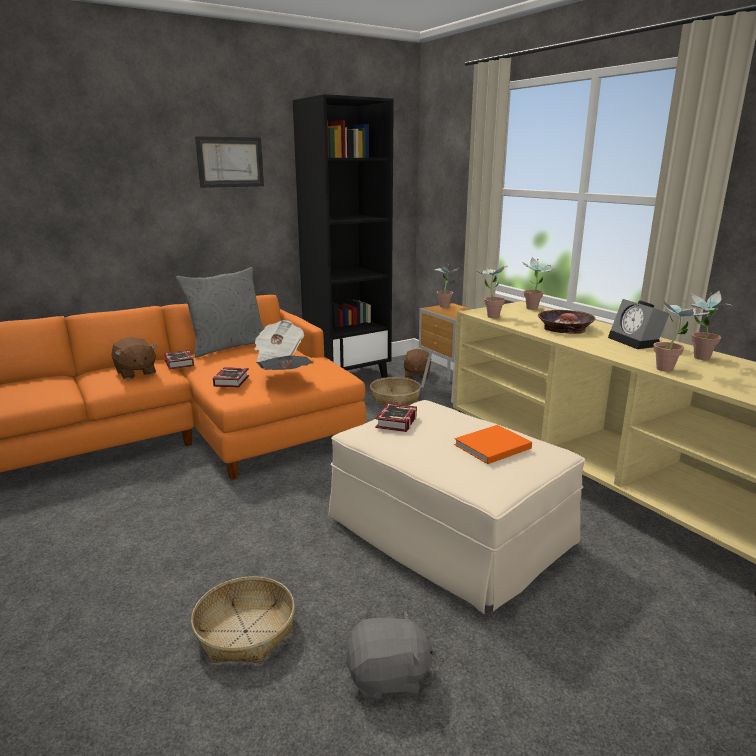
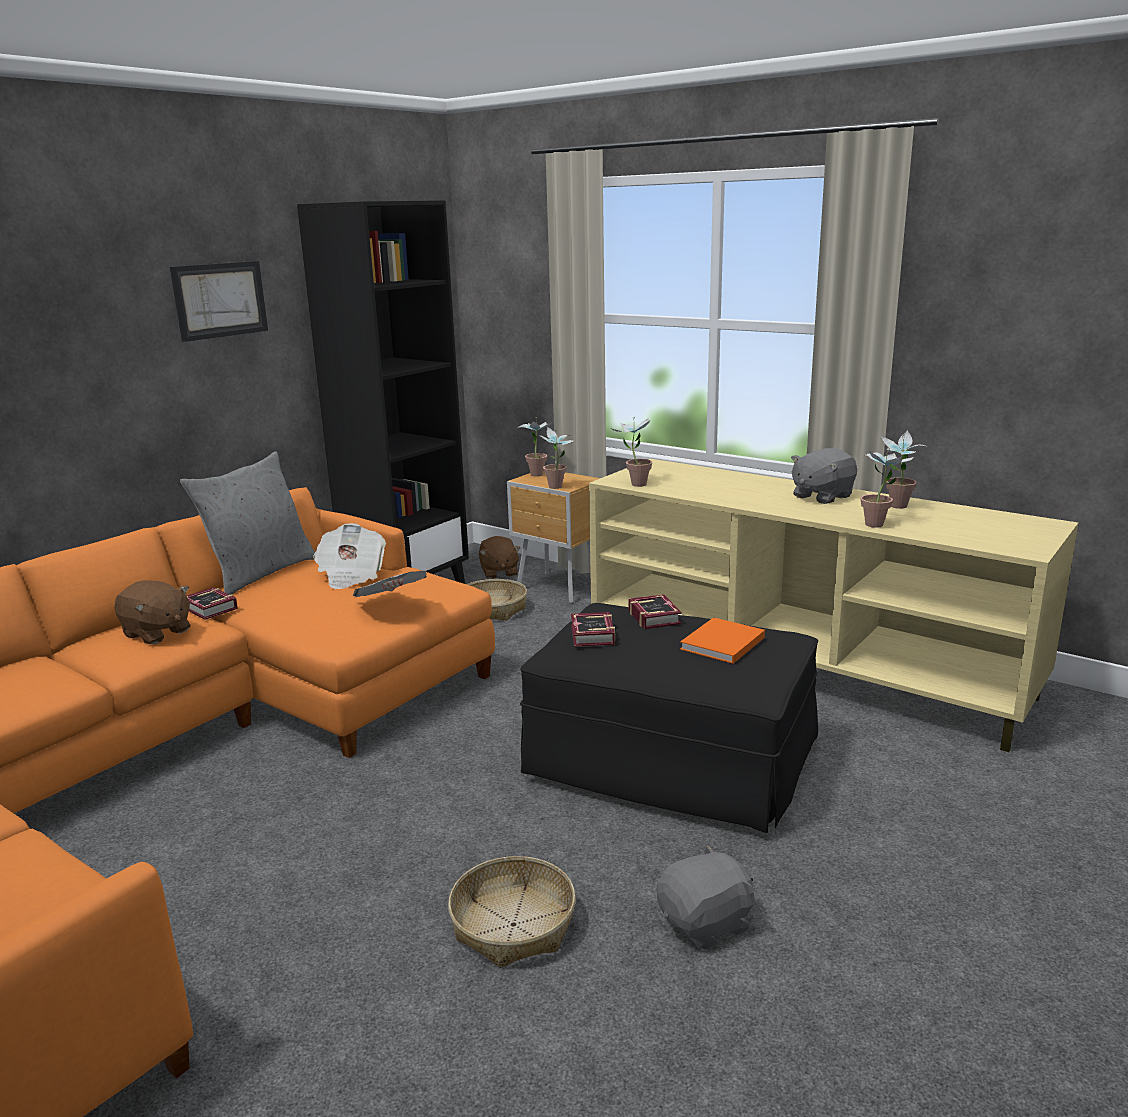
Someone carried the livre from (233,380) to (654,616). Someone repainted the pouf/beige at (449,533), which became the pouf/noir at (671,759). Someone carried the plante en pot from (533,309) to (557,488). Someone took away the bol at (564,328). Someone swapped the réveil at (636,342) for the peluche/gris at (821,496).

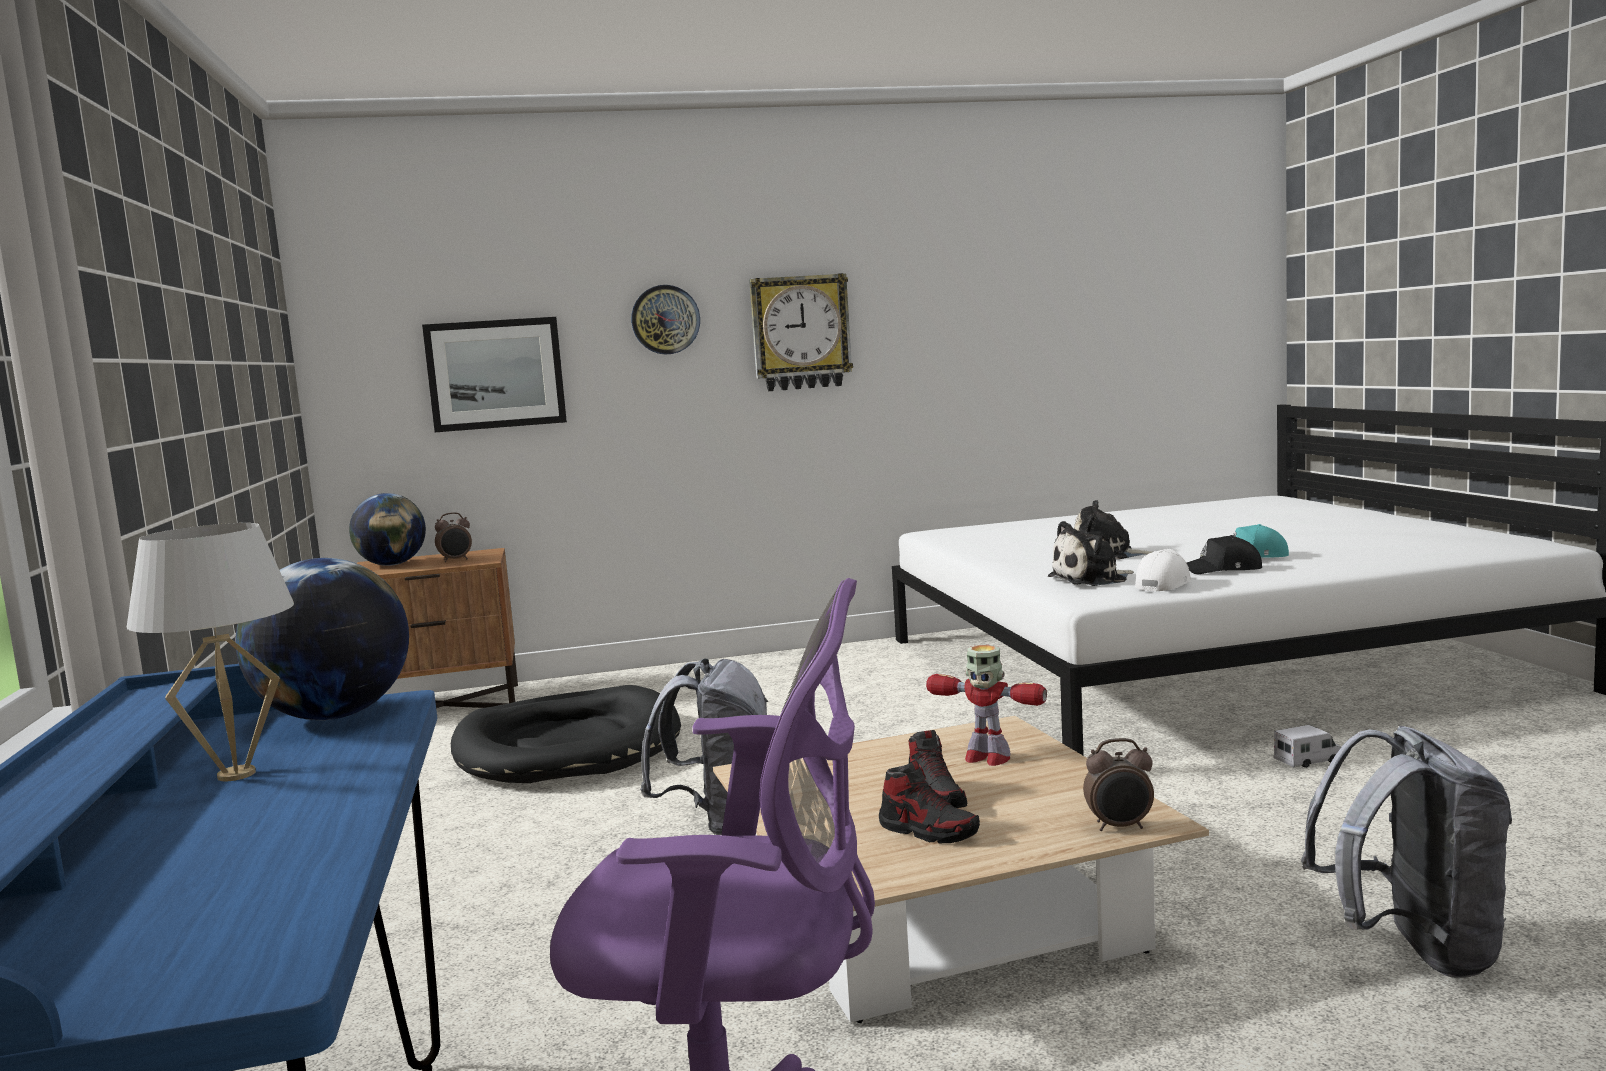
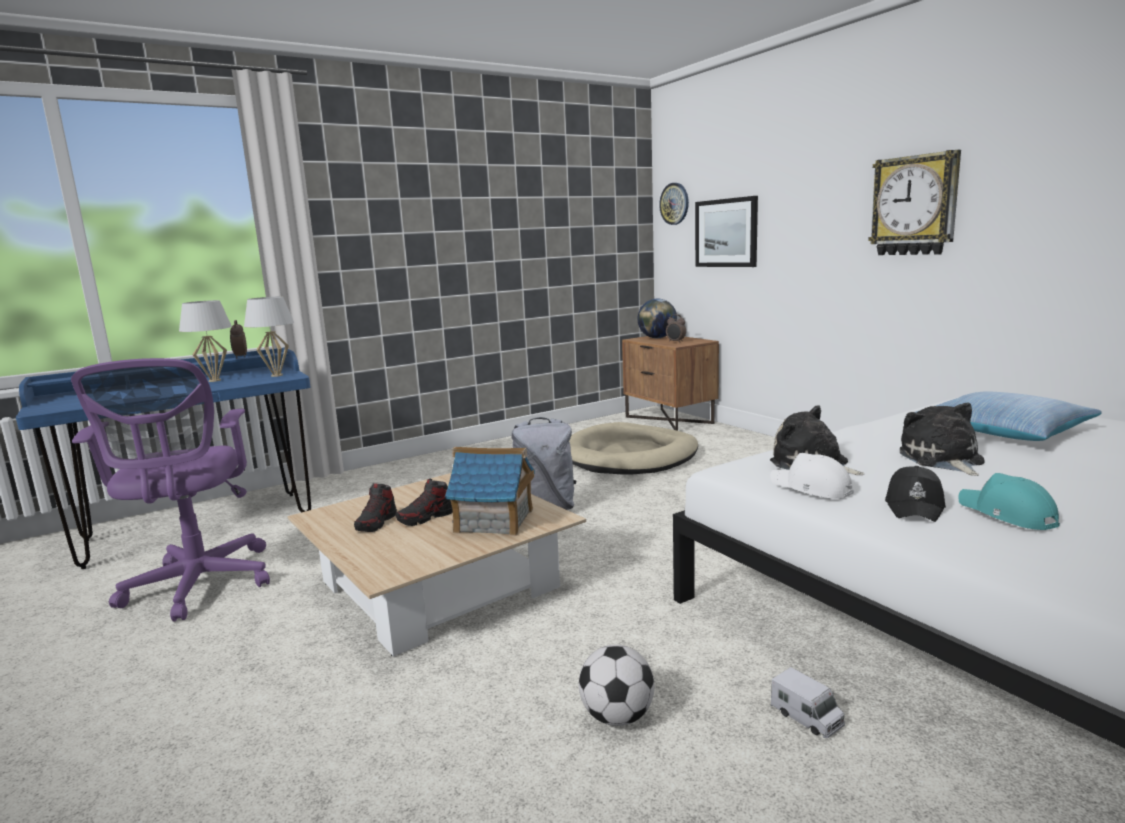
Someone swapped the globe at (334,716) for the lampe de table/blanc at (277,375). Someone repainted the panier pour chien/noir at (567,746), which became the panier pour chien/beige at (629,456). Someone carried the horloge murale from (665,319) to (674,203). Someone swapped the robot jouet at (986,758) for the maison miniature at (494,521). Someone carried the réveil from (1120,827) to (240,357). Someone rotated the casquette/blanc at (1163,584) by 150 degrees counterclockwise. Someone rotated the casquette/noir at (1223,570) by 135 degrees counterclockwise. Someone took away the sac à dos/gris at (1412,950). Someone put down the ballon de foot at (617,717). Someone put down the coussin at (1002,431).

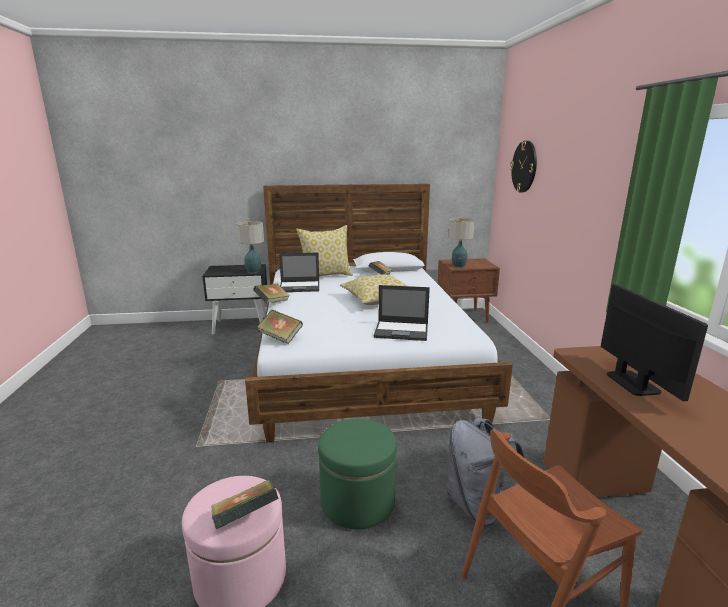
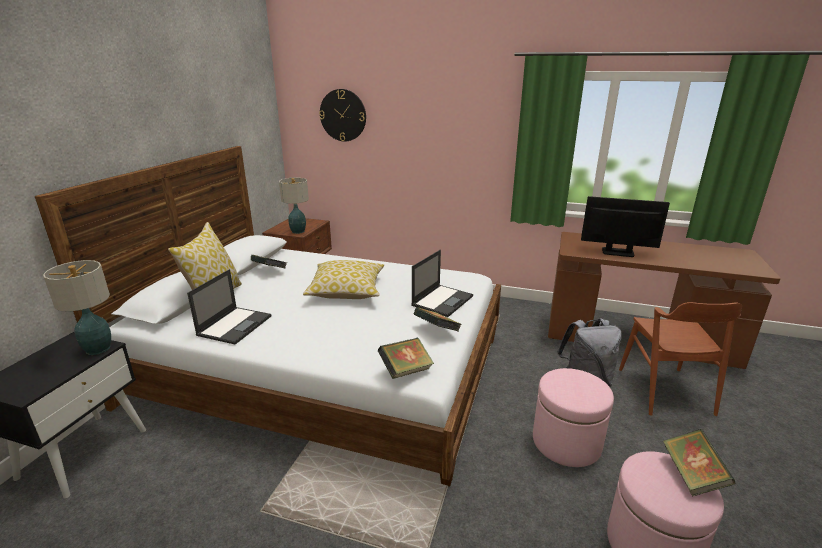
Someone carried the livre from (272,302) to (436,331). Someone repainted the pouf/vert at (357,501), which became the pouf/rose at (566,442).

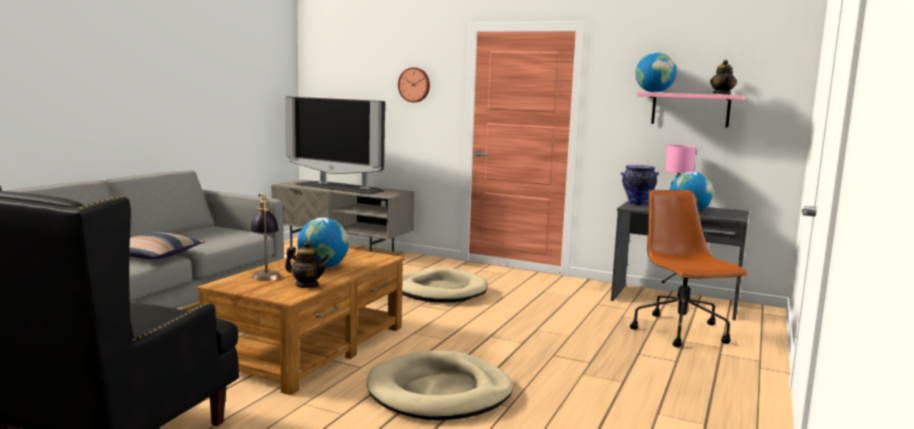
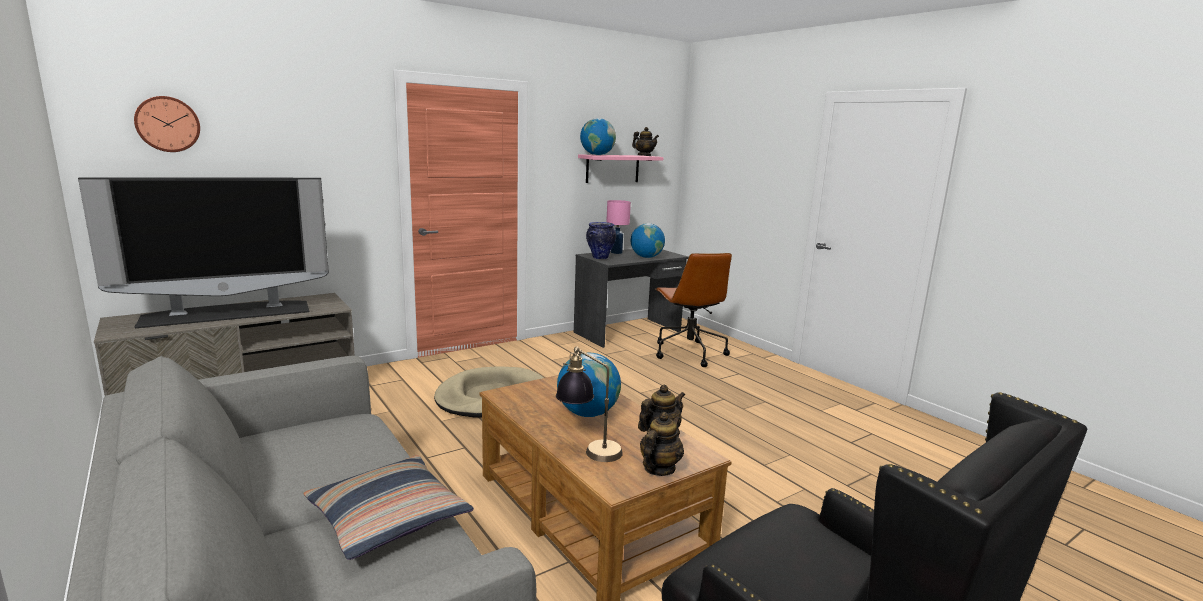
Someone took away the panier pour chien/beige at (439,392). Someone carried the horloge murale from (414,85) to (167,124). Someone rotated the chaise de bureau/marron at (681,332) by 120 degrees counterclockwise. Someone put down the théière at (659,469).

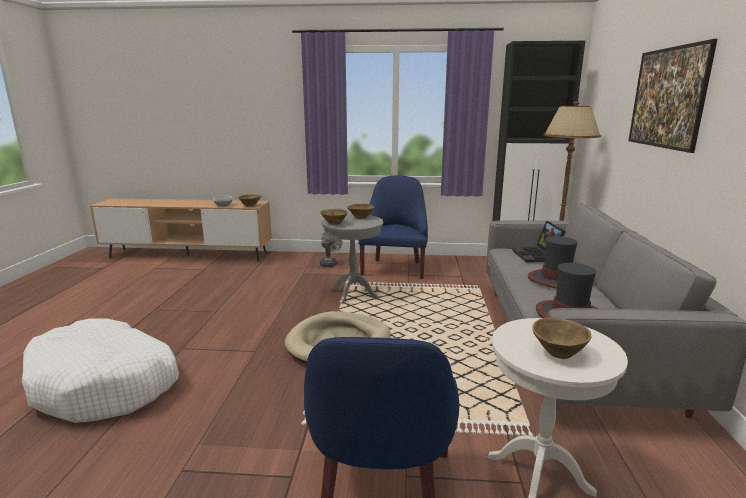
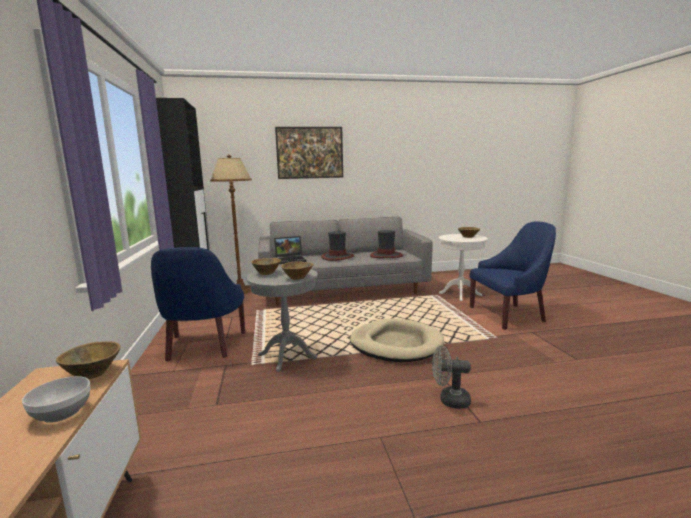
Someone took away the panier pour chien/blanc at (106,384). Someone carried the ventilateur/gris from (329,263) to (449,400). Someone rotated the fauteuil/bleu at (394,268) by 90 degrees counterclockwise.

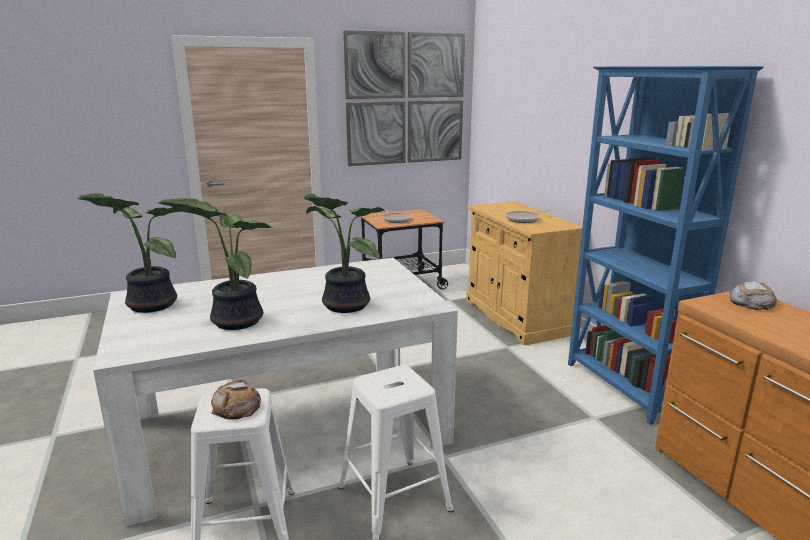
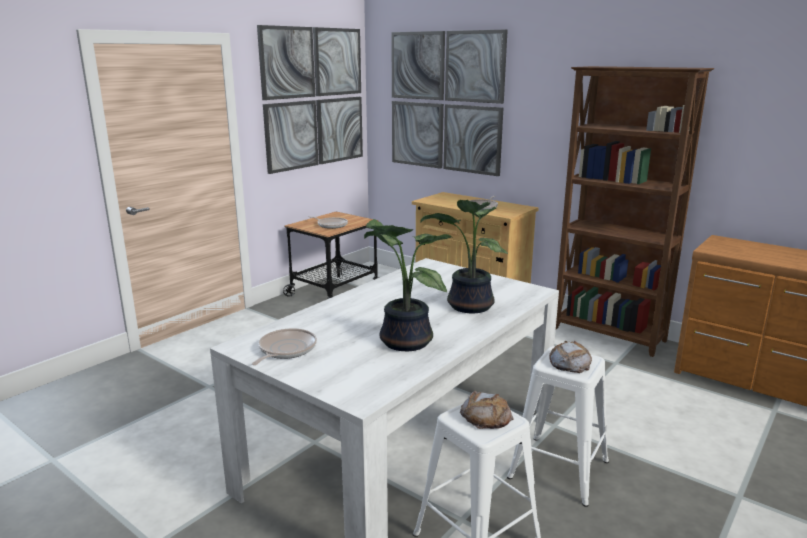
Someone swapped the plante en pot at (149,305) for the poêle at (285,350). Someone repainted the bibliothèque/bleu at (624,388), which became the bibliothèque/marron at (609,335). Someone carried the pain from (751,302) to (569,362). Someone put up the tableau at (445,102).

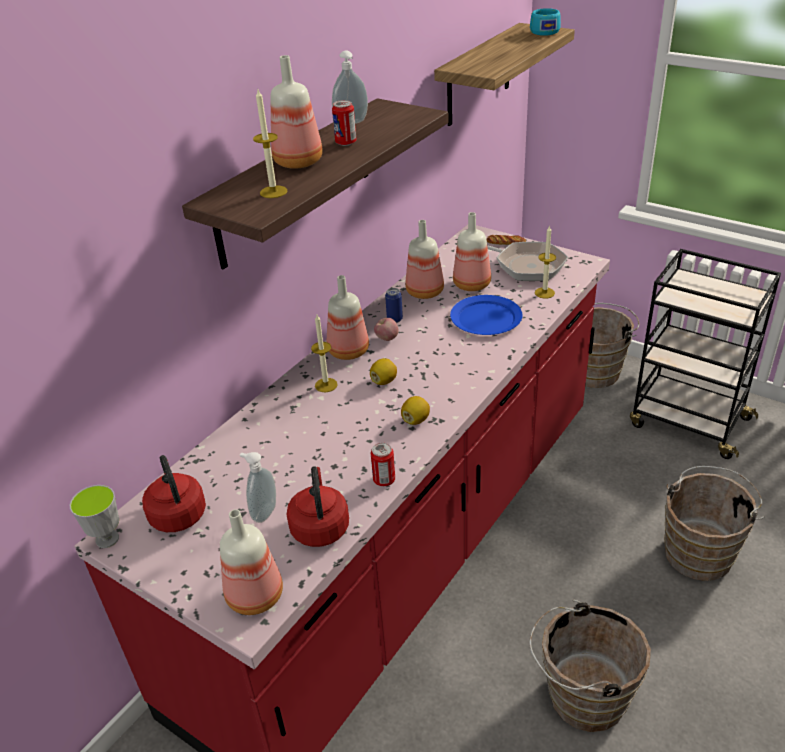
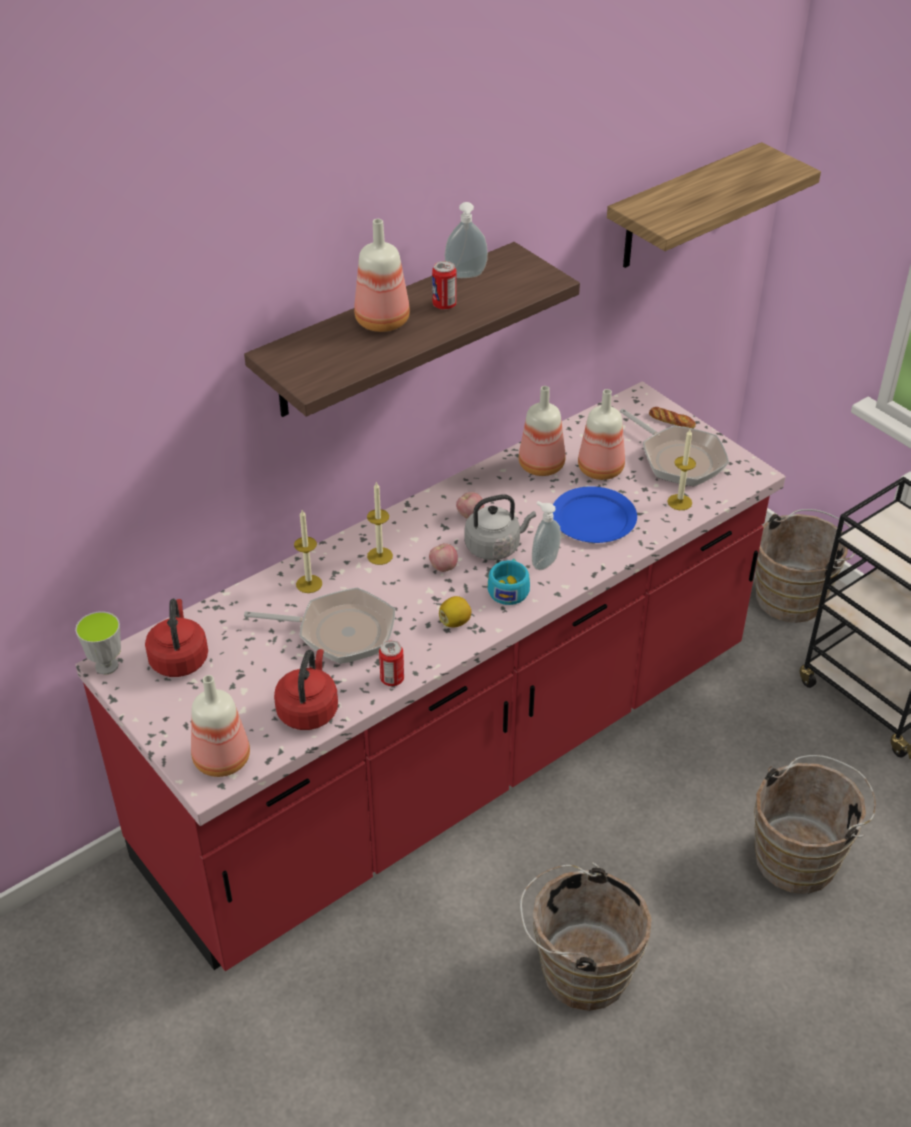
Someone carried the distributeur de savon from (263,512) to (543,562). Someone carried the bougie from (273,192) to (309,584). Someone took away the bouteille at (347,351). Someone swapped the citron at (384,381) for the pomme at (443,567). Someone took away the boîte métallique at (394,319). Someone carried the tasse/turquoise from (543,31) to (509,589). Someone put down the poêle at (339,632). Someone put down the bouilloire/gris at (495,547).

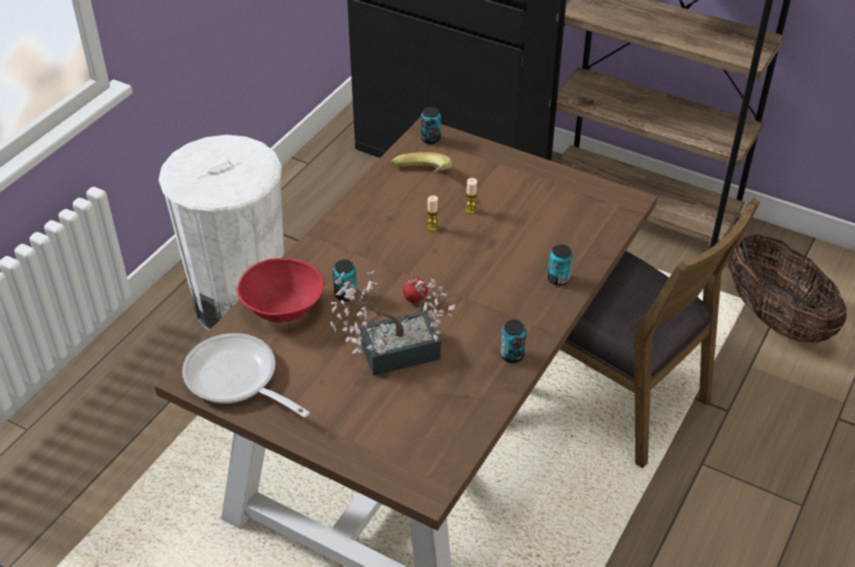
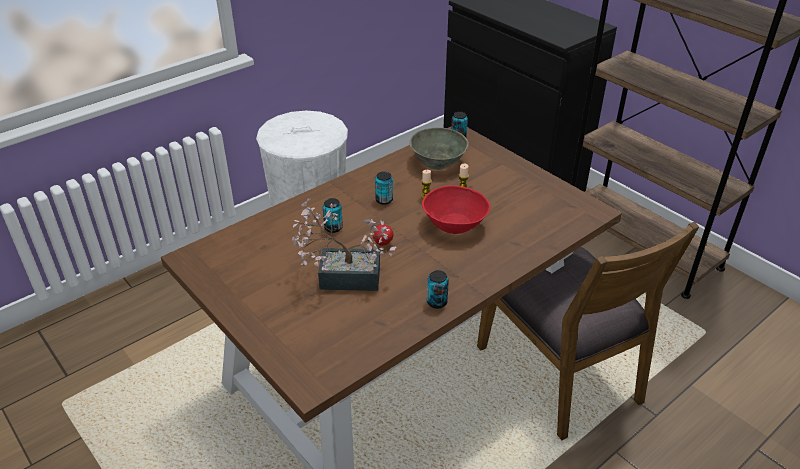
Someone took away the poêle at (236,380). Someone carried the bol/rouge from (283,308) to (455,224). Someone swapped the banane at (422,178) for the bol/gris at (437,162). Someone carried the boîte métallique from (558,279) to (384,200). Someone took away the panier at (775,318).

